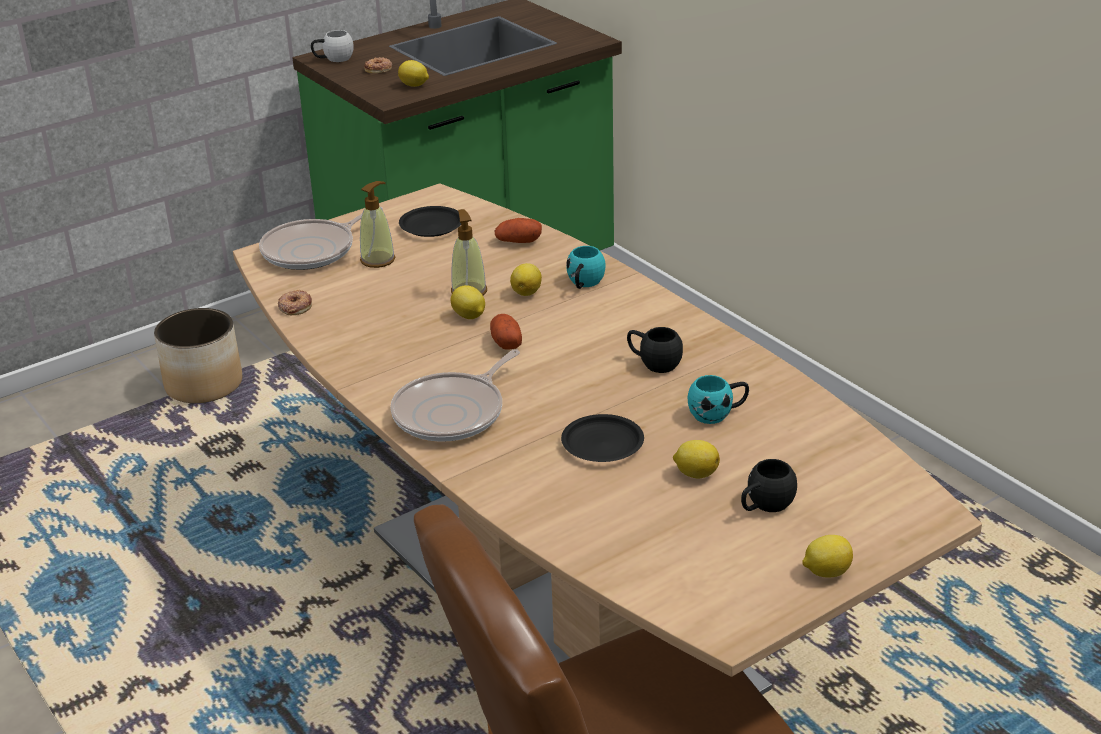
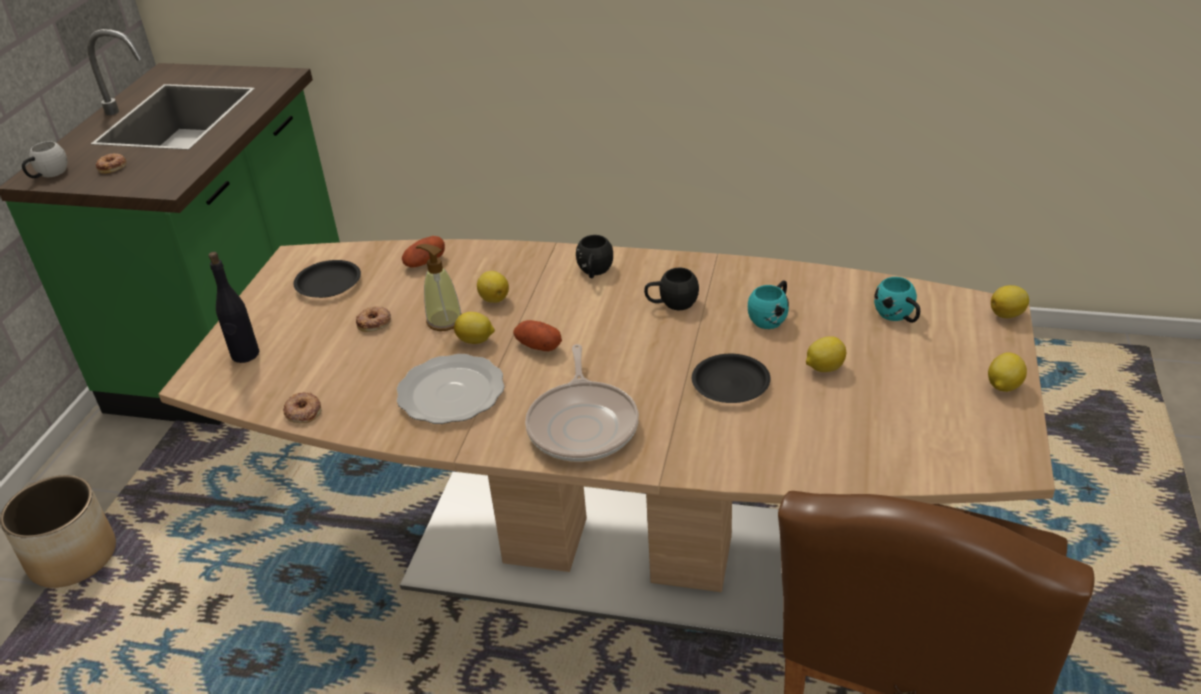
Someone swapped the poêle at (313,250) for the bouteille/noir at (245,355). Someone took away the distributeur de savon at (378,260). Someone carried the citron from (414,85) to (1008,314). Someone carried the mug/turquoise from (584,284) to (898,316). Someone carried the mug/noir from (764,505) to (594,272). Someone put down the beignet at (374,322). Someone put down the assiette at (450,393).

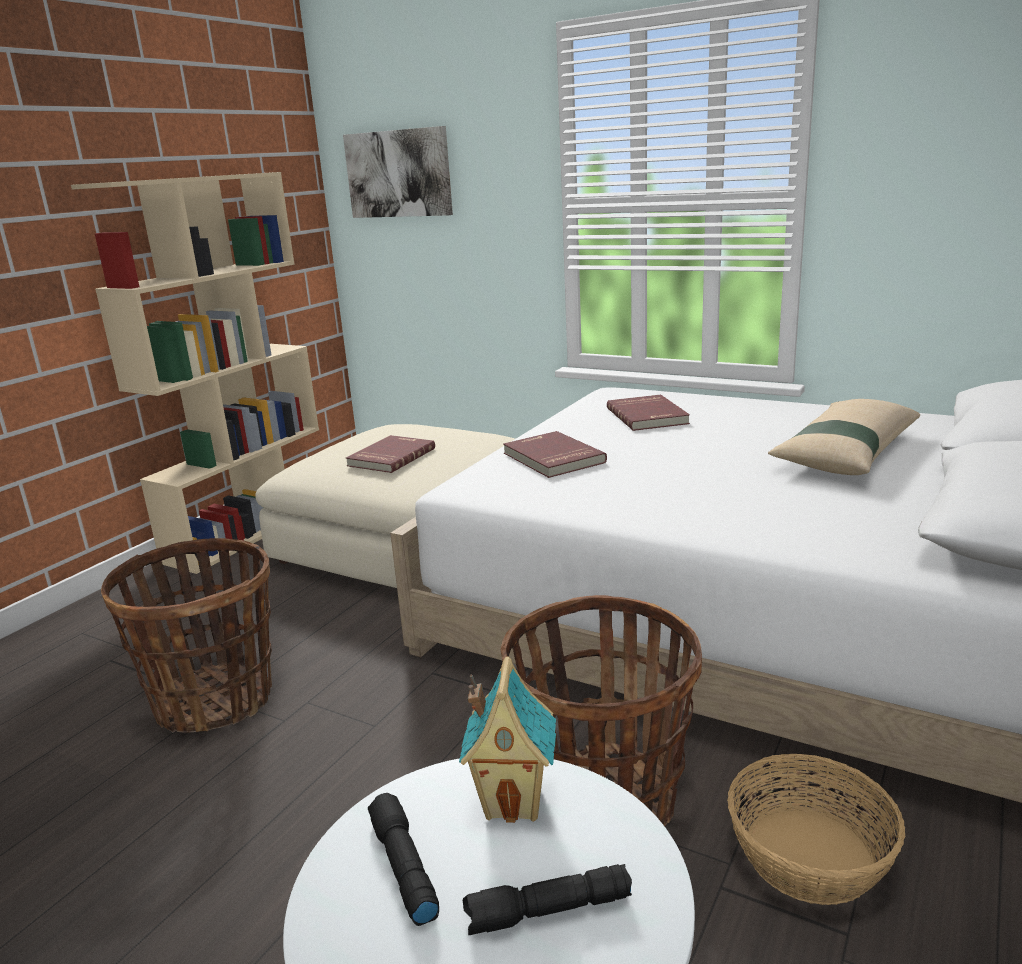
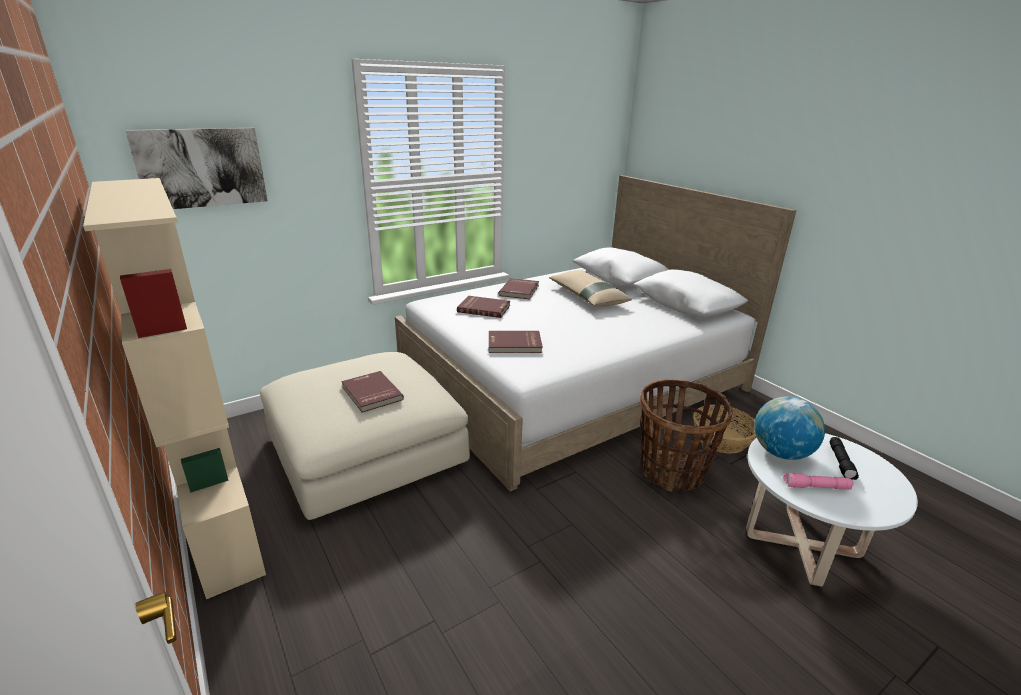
Someone took away the panier at (215,701). Someone repainted the lampe de poche/noir at (402,867), which became the lampe de poche/rose at (816,487). Someone swapped the maison miniature at (514,800) for the globe at (781,453). Someone put down the livre/rouge at (520,290).

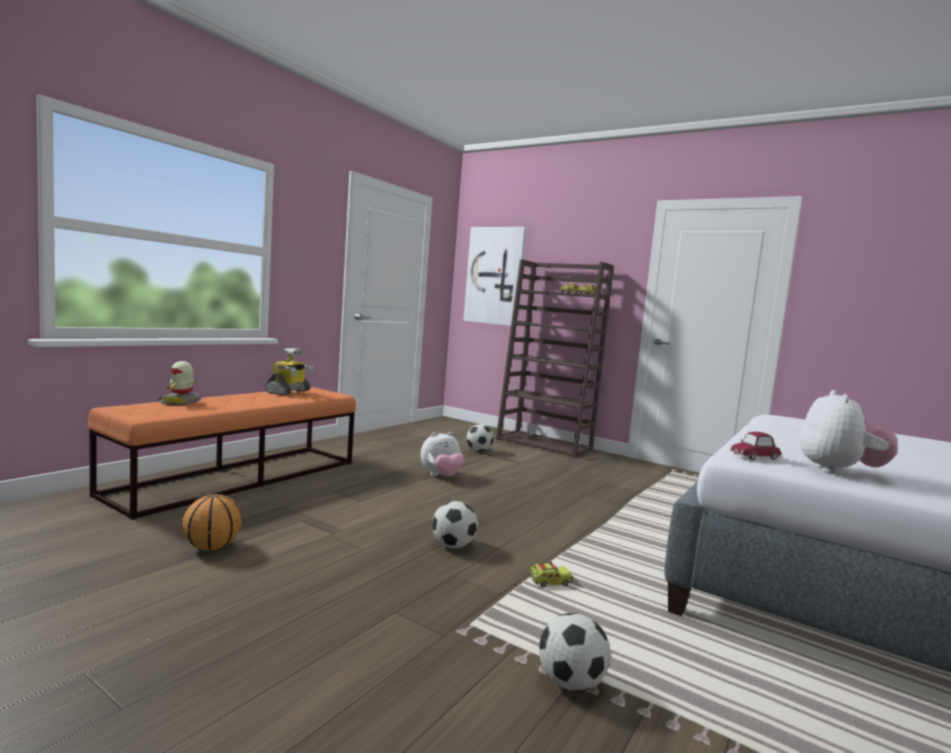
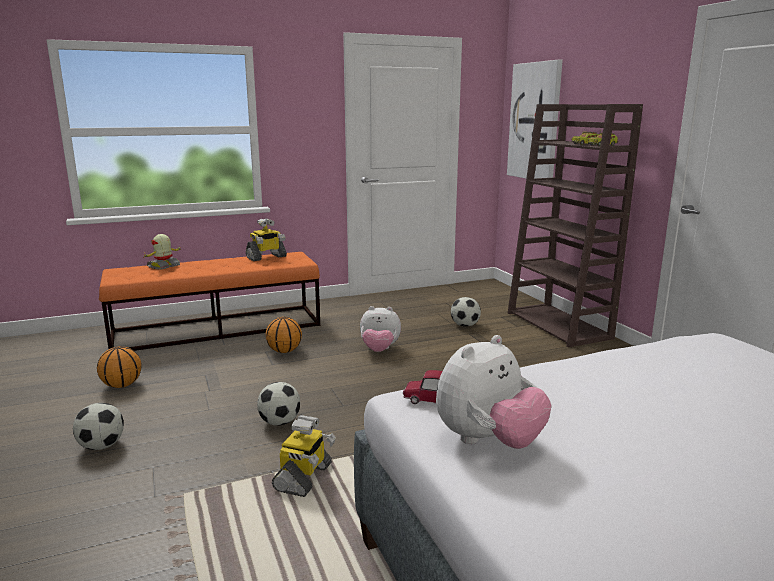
Someone swapped the camion jouet at (550,582) for the robot jouet at (304,478). Someone carried the ballon de foot from (570,682) to (102,446). Someone put down the ballon de basket at (285,351).

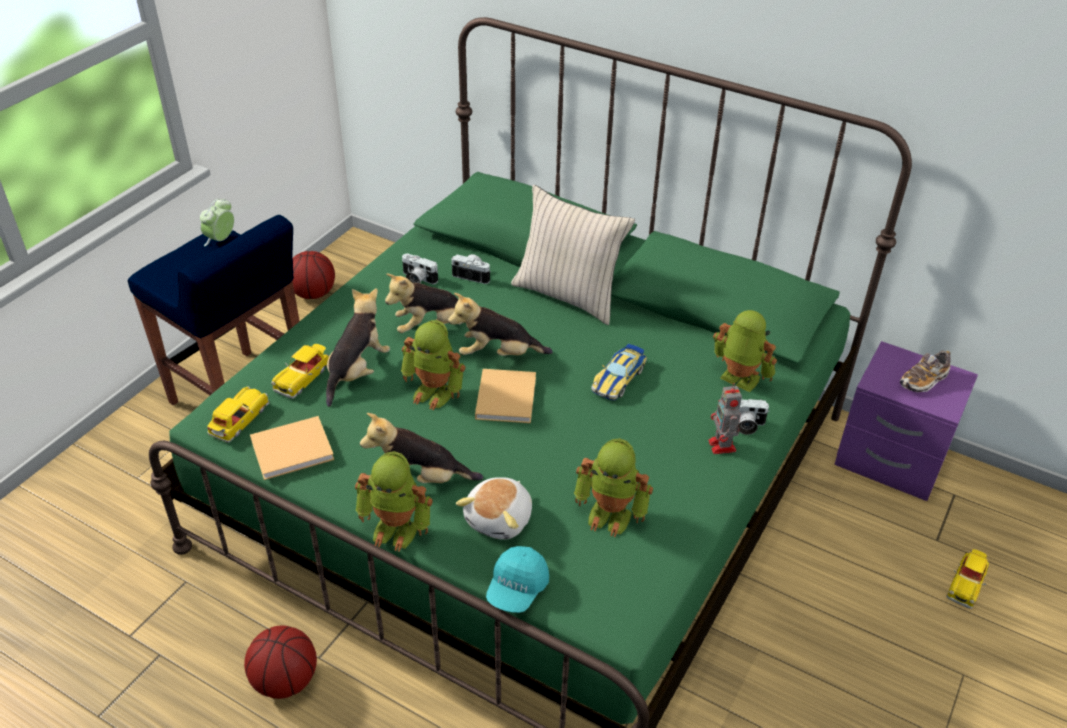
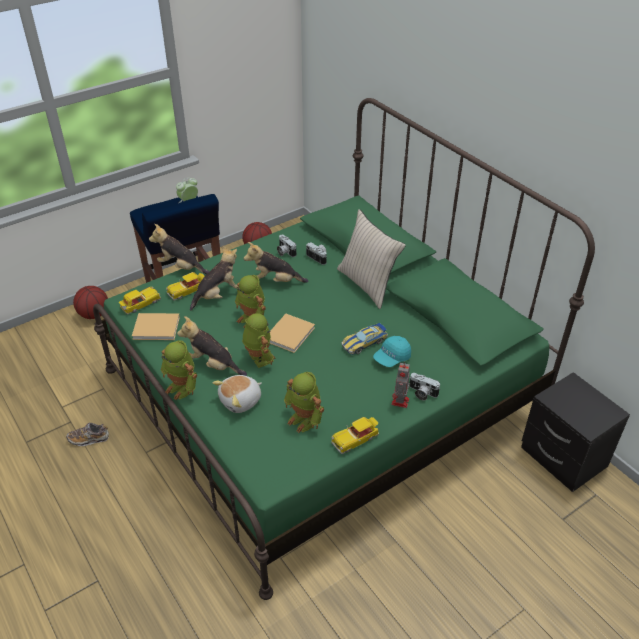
Someone carried the ballon de basket from (285,680) to (94,314). Someone carried the peluche from (498,354) to (181,267). Someone carried the casquette/turquoise from (517,589) to (392,358). Someone carried the robot jouet from (738,380) to (258,358). Someone repainted the table de chevet/violet at (889,461), which became the table de chevet/noir at (562,458). Someone carried the chaussure from (923,380) to (89,439). Someone carried the petite voiture from (966,583) to (355,439).

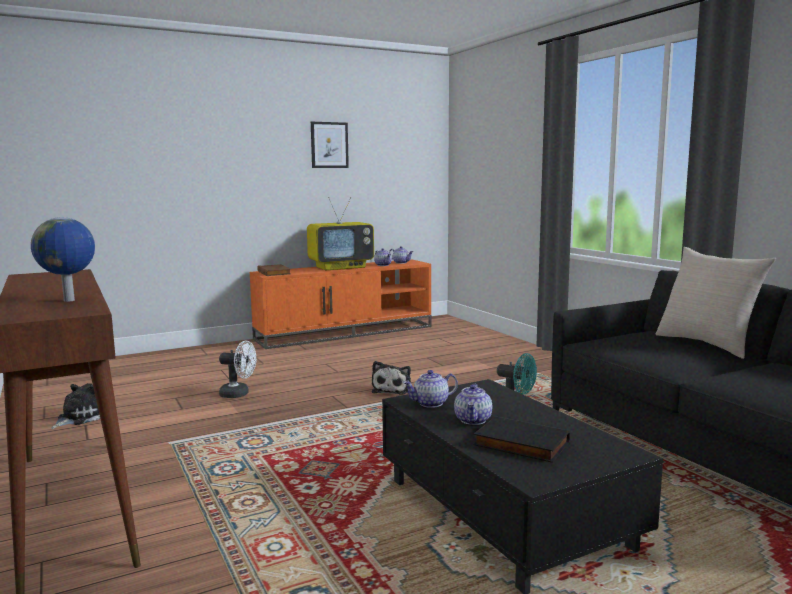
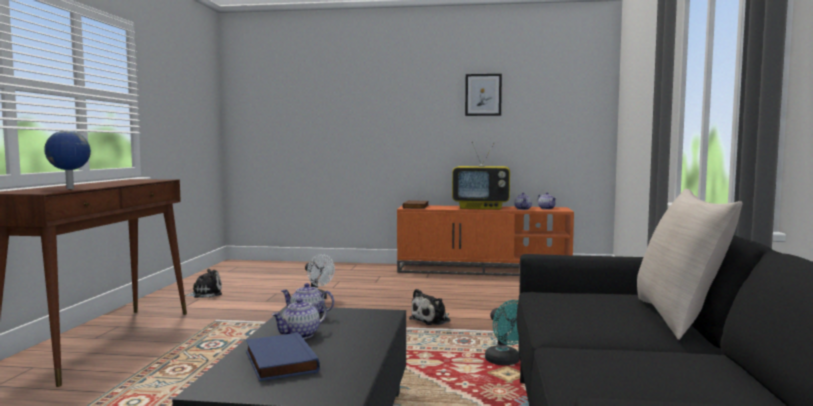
Someone repainted the livre/noir at (520,445), which became the livre/bleu at (278,361).

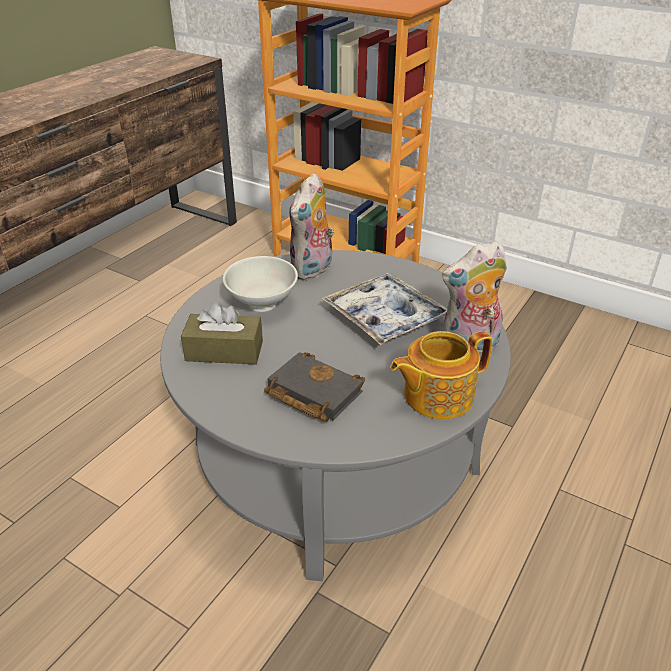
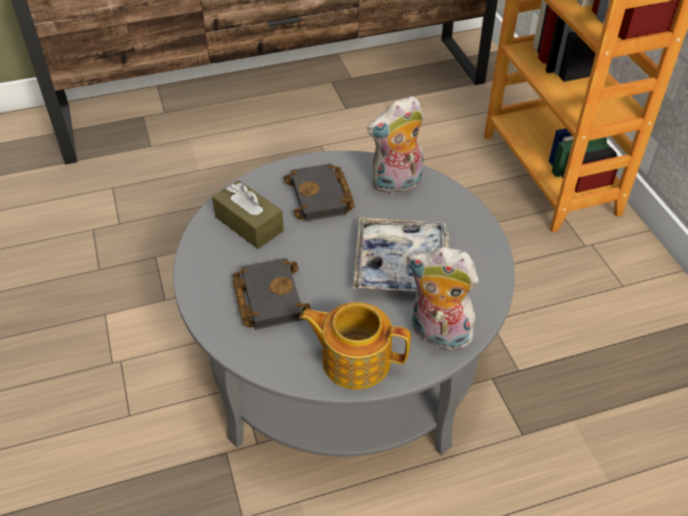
Someone swapped the bol/blanc at (264,304) for the livre/noir at (322,198).

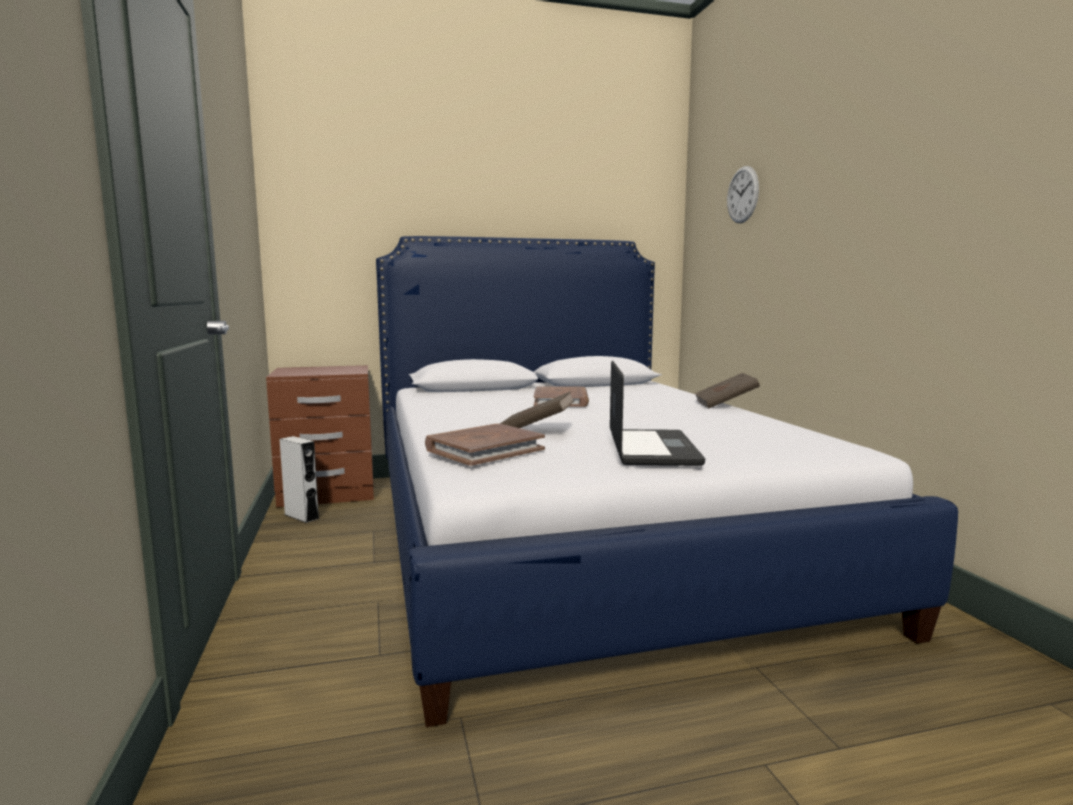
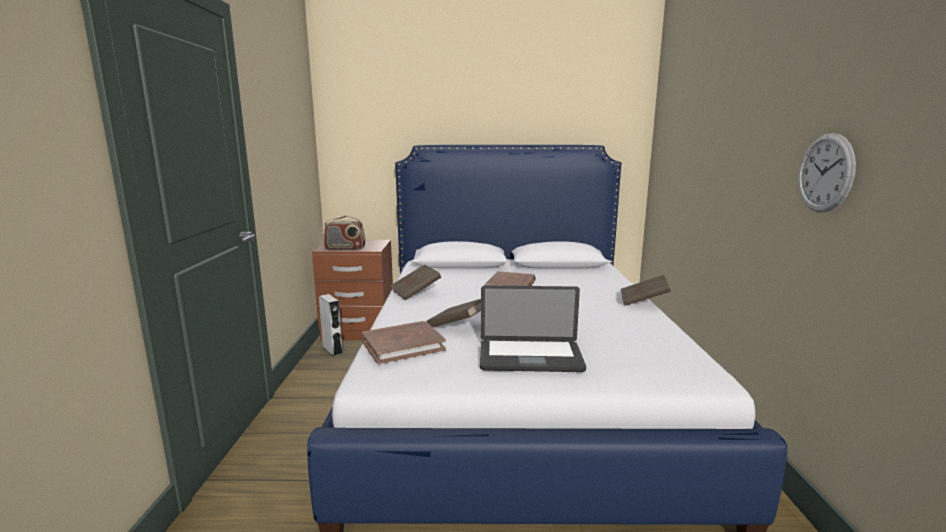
Someone rotated the ordinateur portable at (652,449) by 75 degrees clockwise. Someone carried the horloge murale from (742,195) to (825,173). Someone put down the radio at (345,249). Someone put down the livre/marron at (415,293).

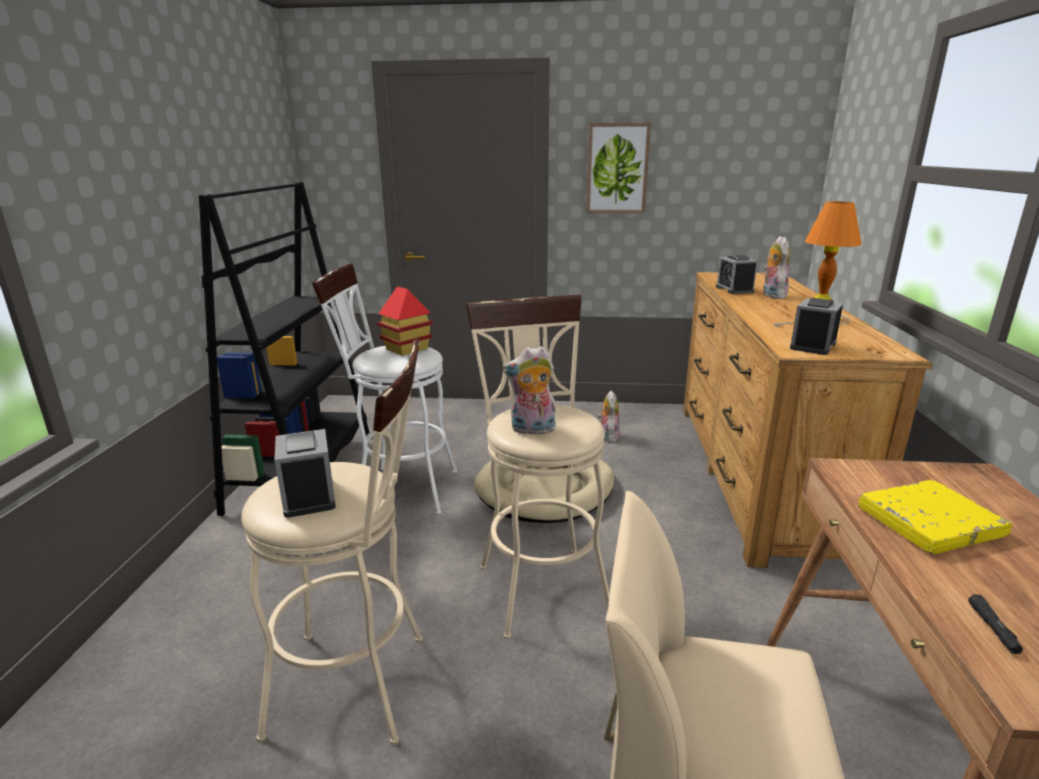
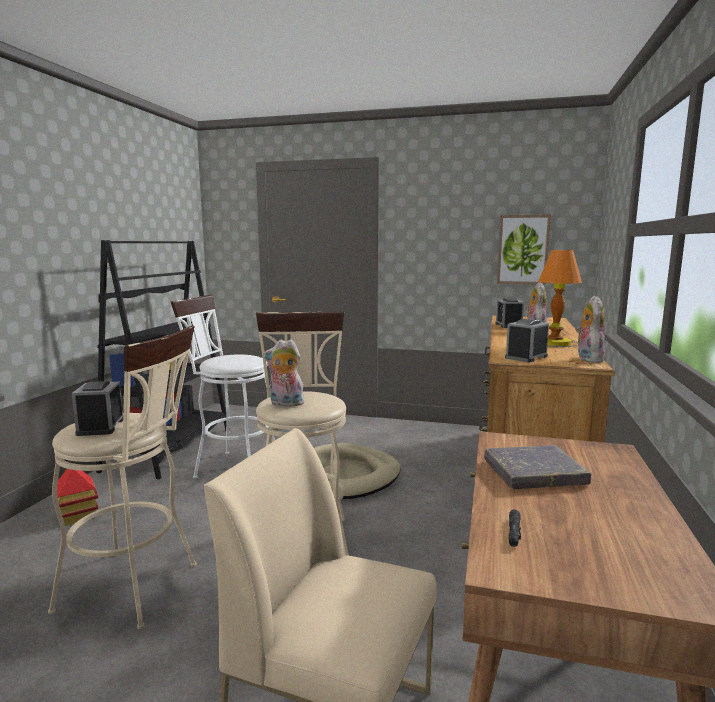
Someone carried the maison miniature from (407,349) to (78,517). Someone carried the tableau from (617,168) to (523,249). Someone carried the peluche from (608,436) to (587,359). Someone repainted the livre/jaune at (929,522), which became the livre/gris at (534,473).

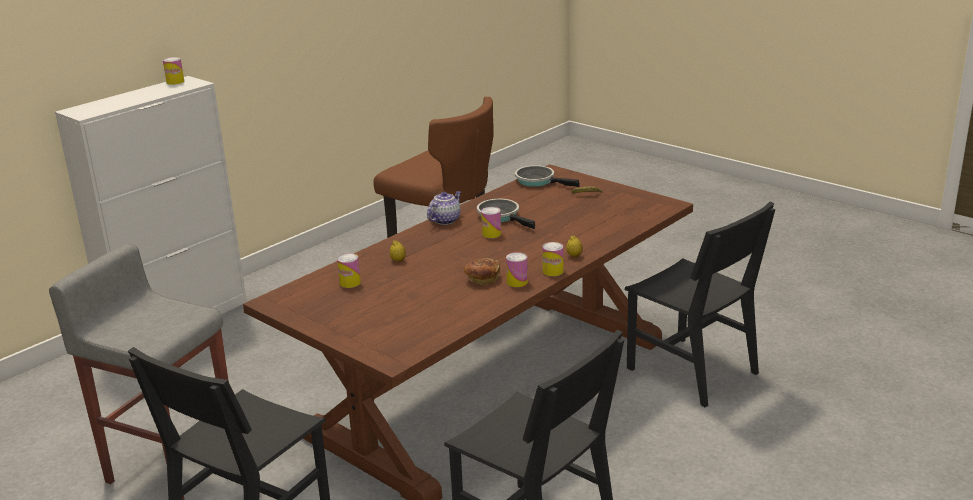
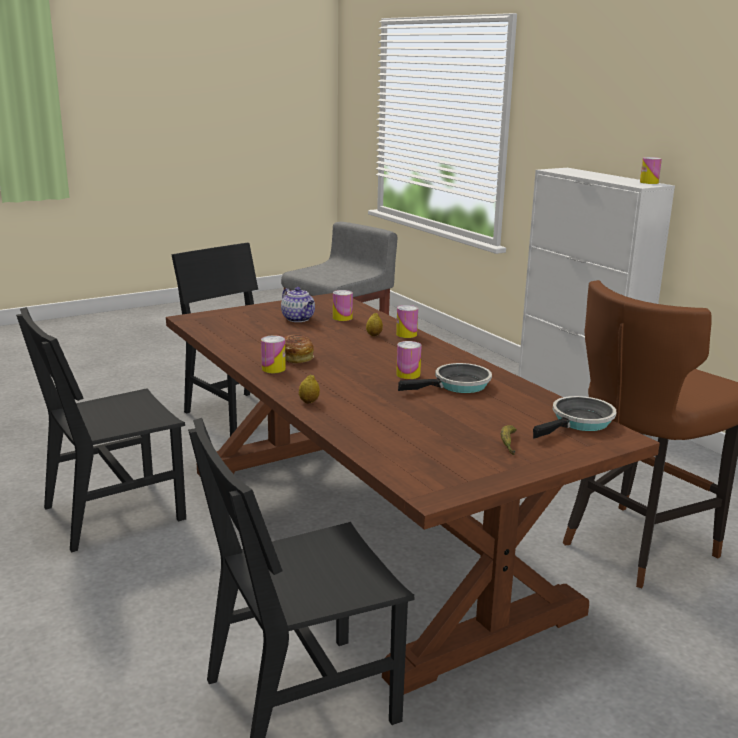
Someone carried the théière from (445,220) to (299,319). Someone carried the boîte métallique from (553,271) to (406,334).

